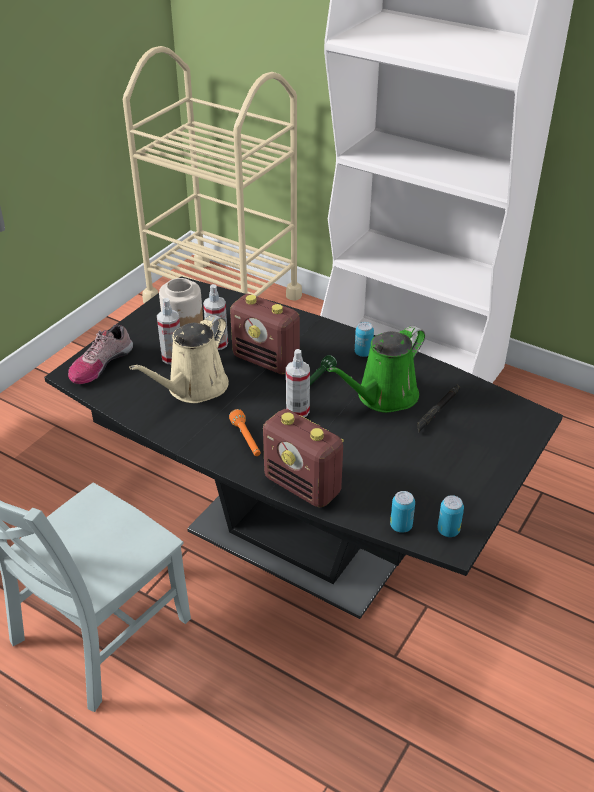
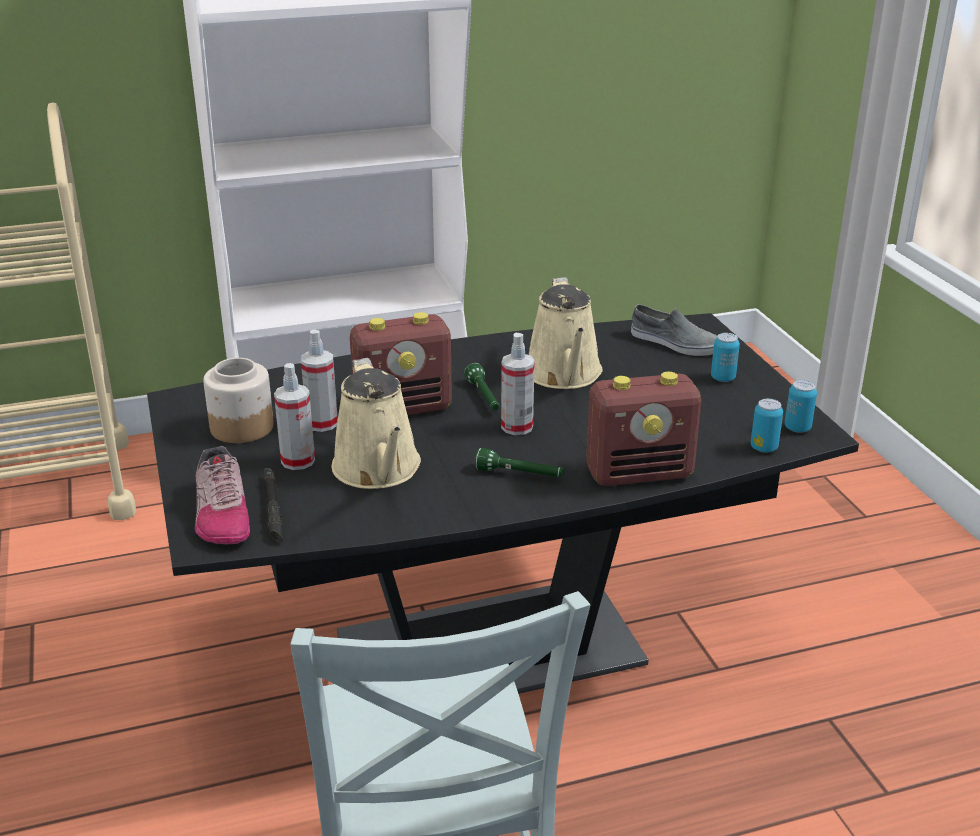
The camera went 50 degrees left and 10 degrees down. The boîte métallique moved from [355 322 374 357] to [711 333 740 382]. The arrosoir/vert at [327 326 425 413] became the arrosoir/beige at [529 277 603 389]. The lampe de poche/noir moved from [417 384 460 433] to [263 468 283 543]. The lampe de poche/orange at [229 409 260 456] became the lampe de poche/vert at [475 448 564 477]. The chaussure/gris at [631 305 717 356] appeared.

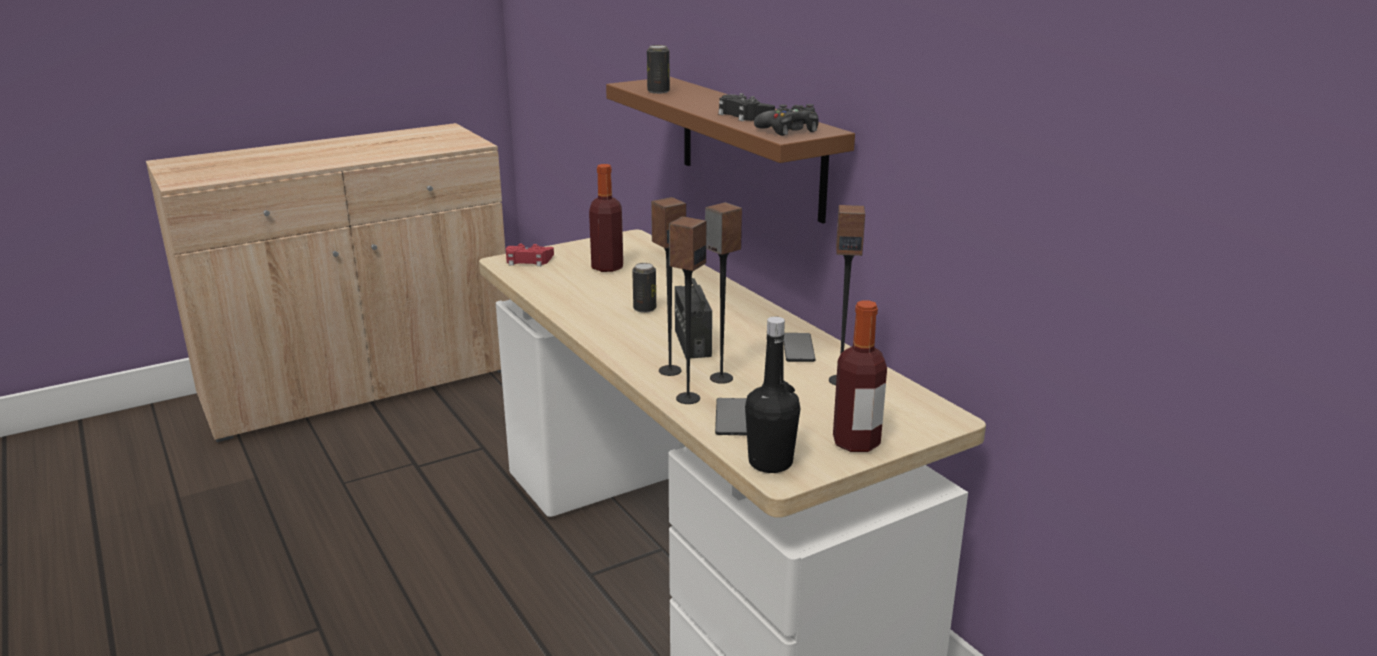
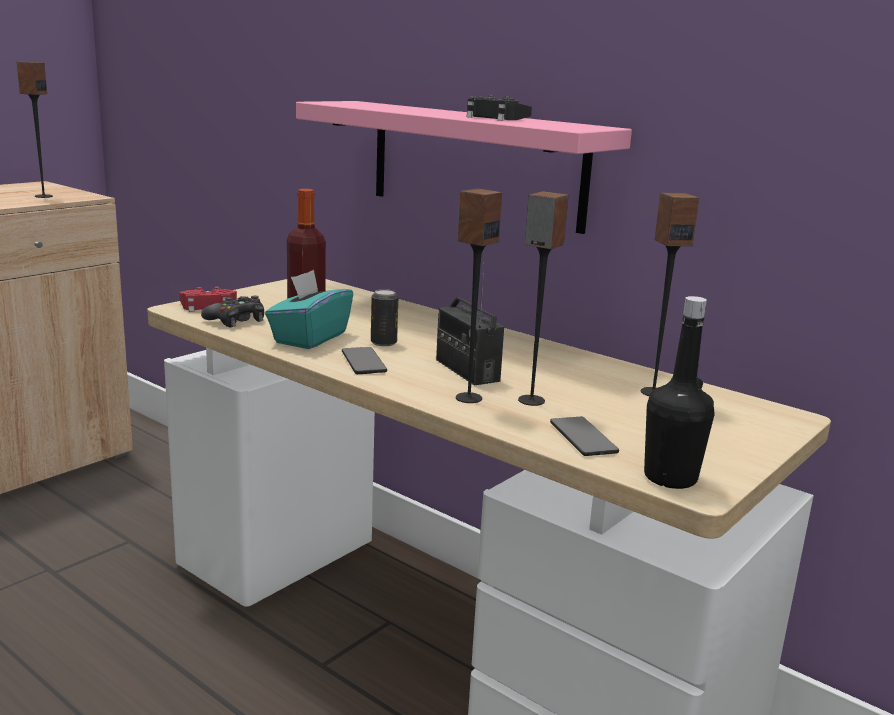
The camera went 20 degrees left and 5 degrees down. The boîte métallique at [647 45 670 94] disappeared. The étagère/marron at [606 77 855 223] became the étagère/rose at [296 101 632 234]. The manette/noir moved from [754 104 819 136] to [201 296 264 327]. The enceinte moved from [669 216 706 404] to [16 61 53 198]. The bouteille at [833 300 887 452] disappeared. The téléphone moved from [783 333 815 362] to [342 347 387 374]. The boîte à mouchoirs/turquoise at [265 270 353 349] appeared.

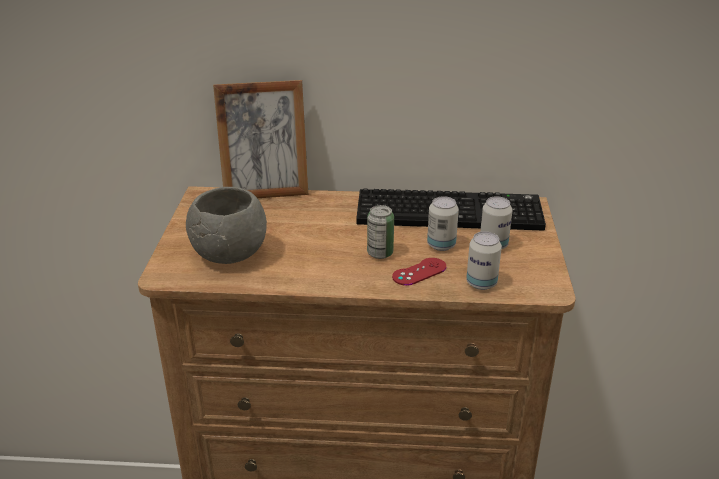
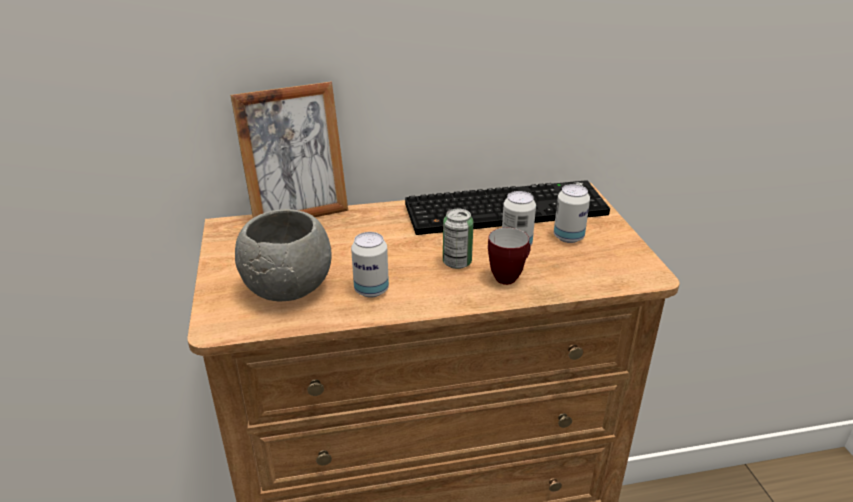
The camera went 15 degrees left and 0 degrees up. The boîte métallique moved from [466 231 502 290] to [351 232 389 298]. The manette/rouge at [392 258 446 286] was replaced by the mug at [488 228 531 285].

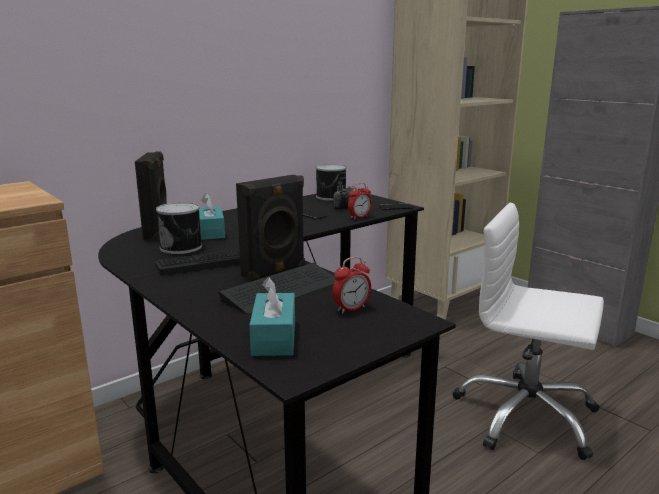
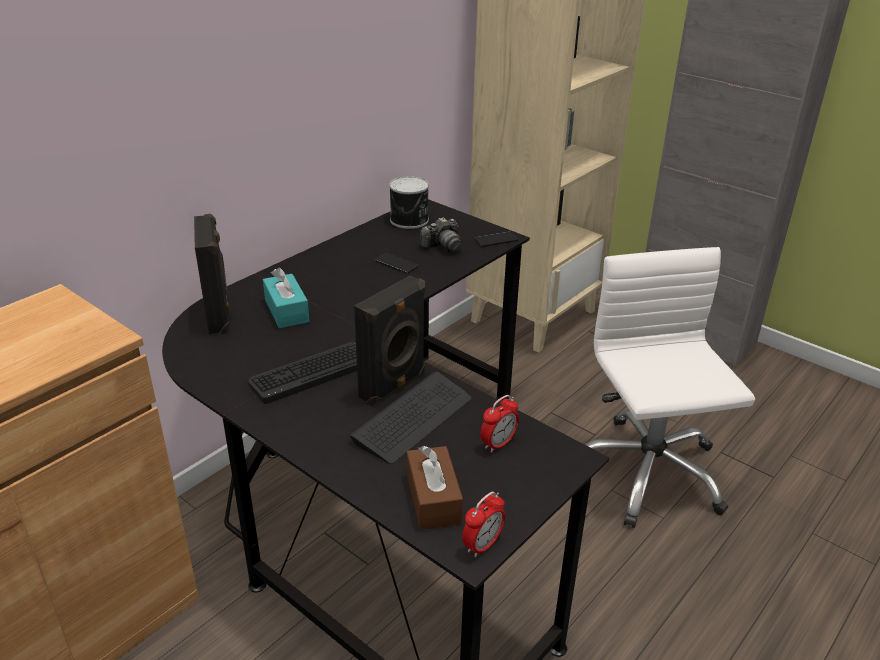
The camera went 10 degrees left and 15 degrees up. The réveil moved from [348 183 372 219] to [462 492 505 558]. The boîte métallique at [156 202 202 254] disappeared. The chaise de bureau/blanc at [452 203 604 460] turned 60 degrees clockwise. The boîte à mouchoirs/turquoise at [249 277 295 356] became the boîte à mouchoirs/marron at [407 446 463 530].

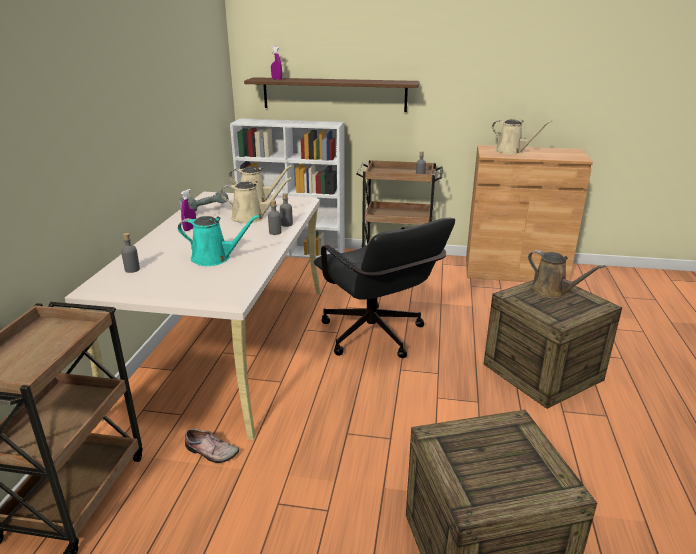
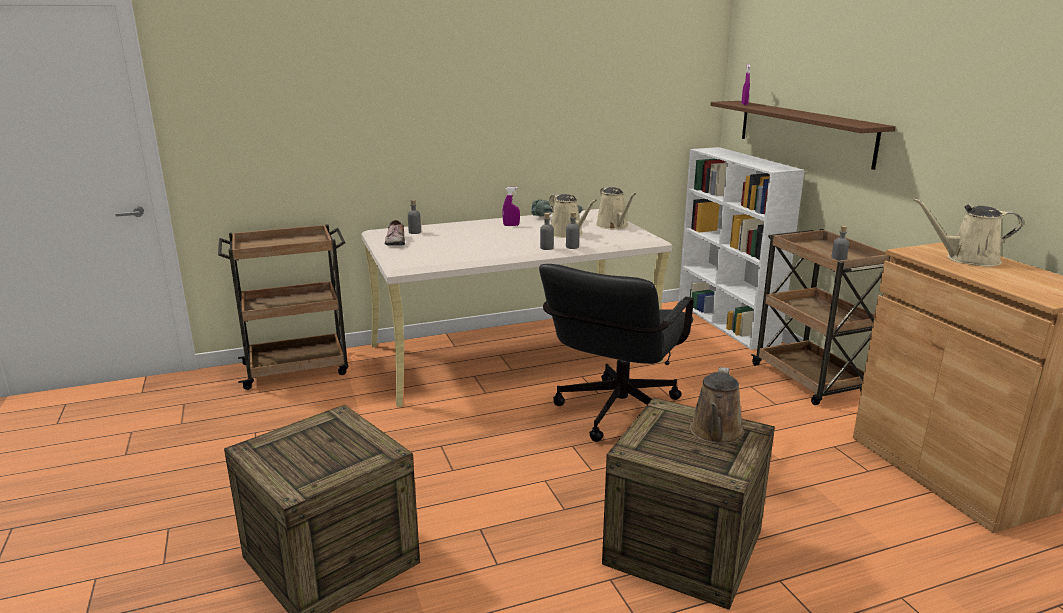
The camera went 60 degrees right and 5 degrees down. The arrosoir/beige at [492 119 552 154] turned 90 degrees clockwise. The arrosoir/turquoise at [178 215 260 266] disappeared. The chaussure moved from [185 429 239 463] to [385 220 405 246].

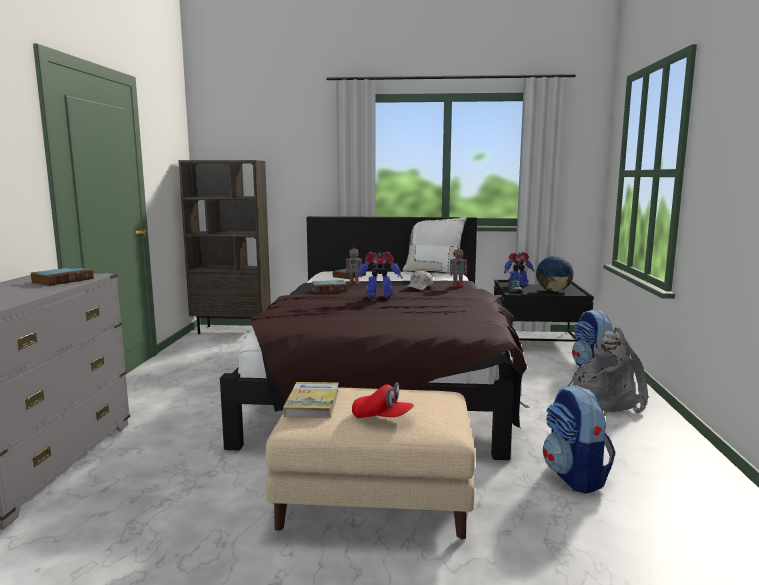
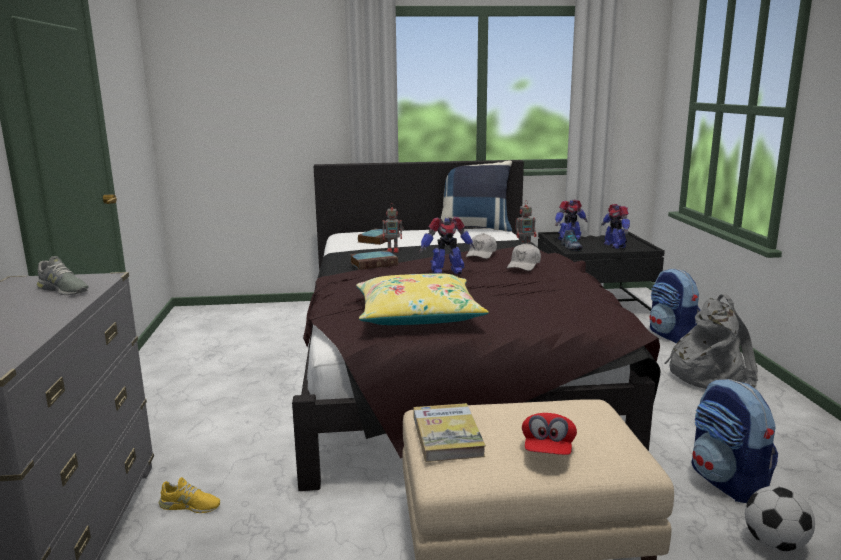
The camera went 10 degrees left and 5 degrees up. The bibliothèque/marron at [179 160 271 334] disappeared. The coussin/blanc at [402 217 467 275] became the coussin/bleu at [441 161 512 232]. The globe at [535 256 574 292] was replaced by the robot jouet at [601 204 630 249]. The livre at [31 267 94 286] was replaced by the chaussure/gris at [37 256 89 295]. The casquette/rouge at [352 382 414 418] turned 90 degrees clockwise. The casquette/blanc at [507 243 541 271] appeared. The coussin/jaune at [356 273 489 325] appeared. The chaussure/jaune at [159 477 220 513] appeared. The ballon de foot at [745 486 815 552] appeared.

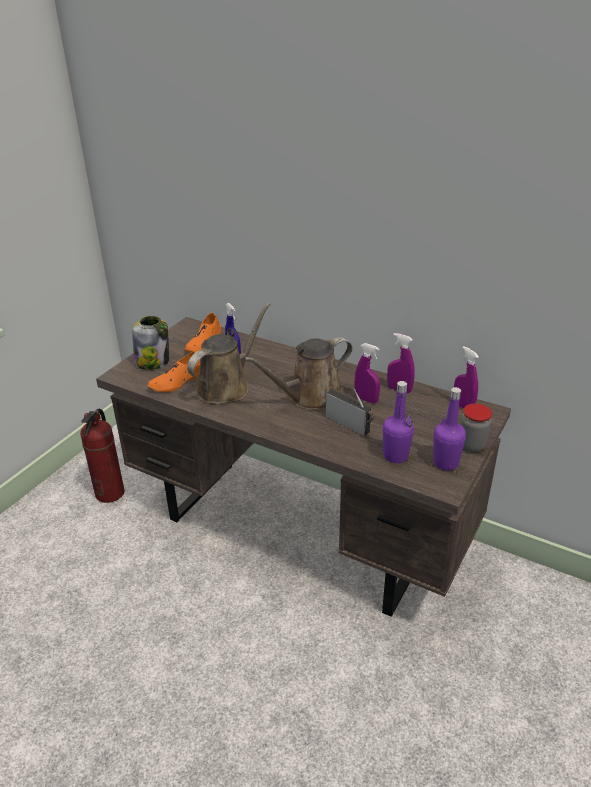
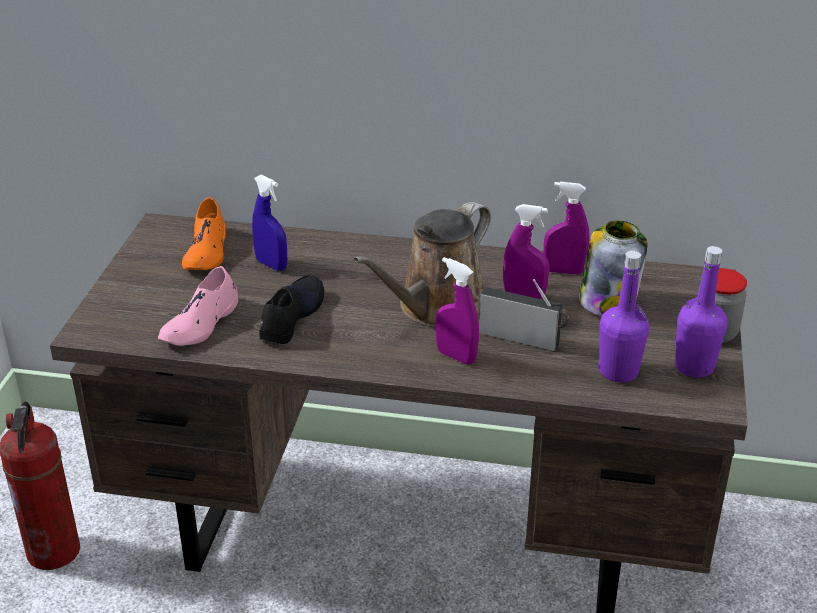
The camera went 20 degrees left and 0 degrees up. The arrosoir/marron at [187 303 271 405] was replaced by the chaussure/noir at [259 275 324 344]. The bocal moved from [132 316 169 370] to [579 221 647 316]. The vaporisateur/violet moved from [454 346 479 409] to [436 257 479 365]. The chaussure/orange at [148 351 200 392] became the chaussure/rose at [158 266 238 346].

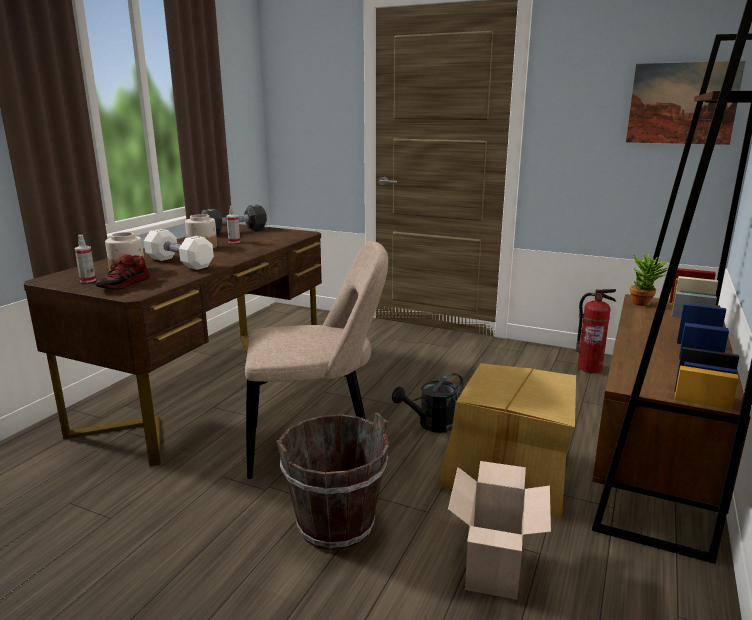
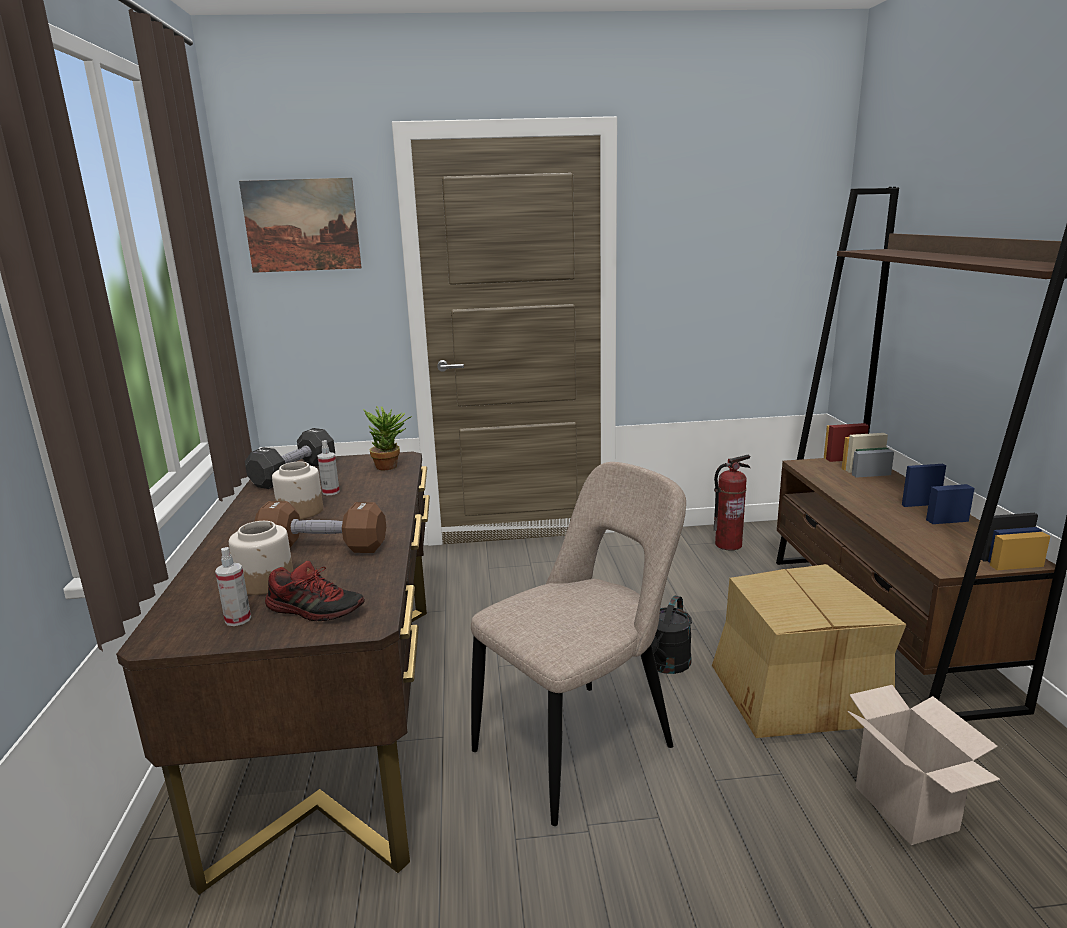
The camera went 30 degrees left and 0 degrees up. The tableau moved from [626 61 745 145] to [239 178 362 273]. The haltère/blanc at [144 229 214 270] became the haltère/marron at [254 501 386 553]. The plante en pot moved from [630 253 668 306] to [363 406 412 470]. The chaussure at [96 254 150 290] turned 60 degrees counterclockwise. The seau/marron at [276 413 389 551] disappeared.

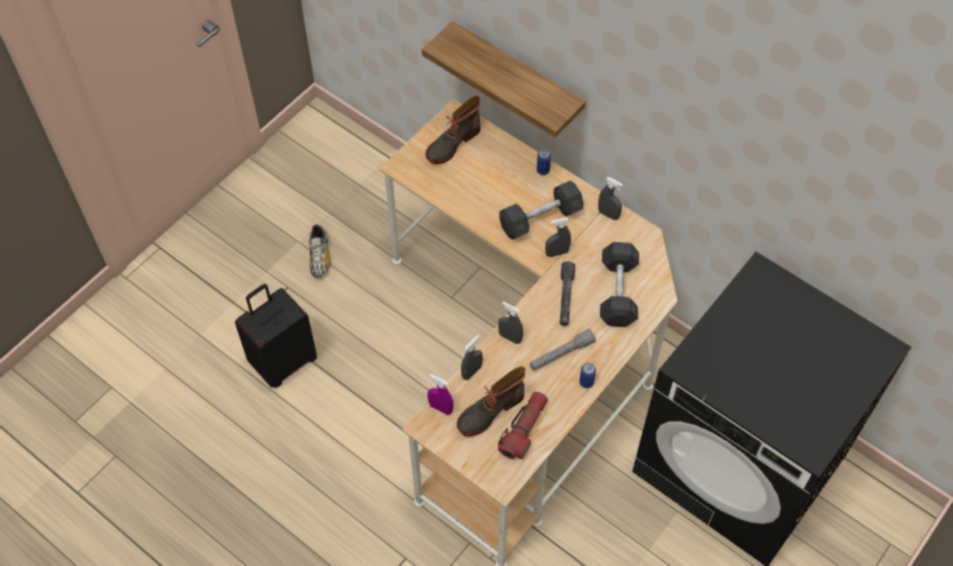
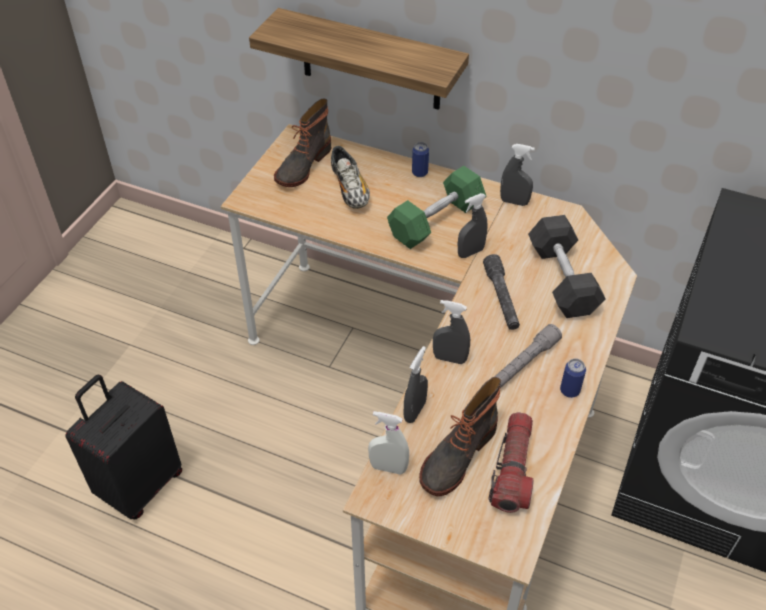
The camera went 15 degrees left and 10 degrees down. The haltère/gris at [499 181 584 240] became the haltère/vert at [387 166 487 249]. The chaussure moved from [309 225 330 278] to [331 146 370 209]. The vaporisateur/violet at [427 374 453 415] became the vaporisateur/blanc at [368 411 409 475].

